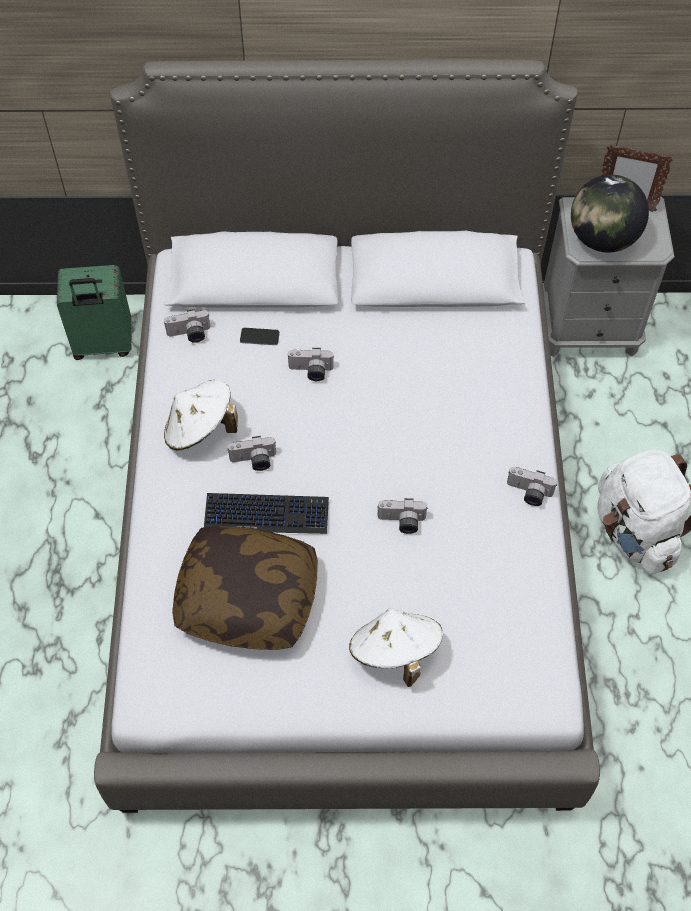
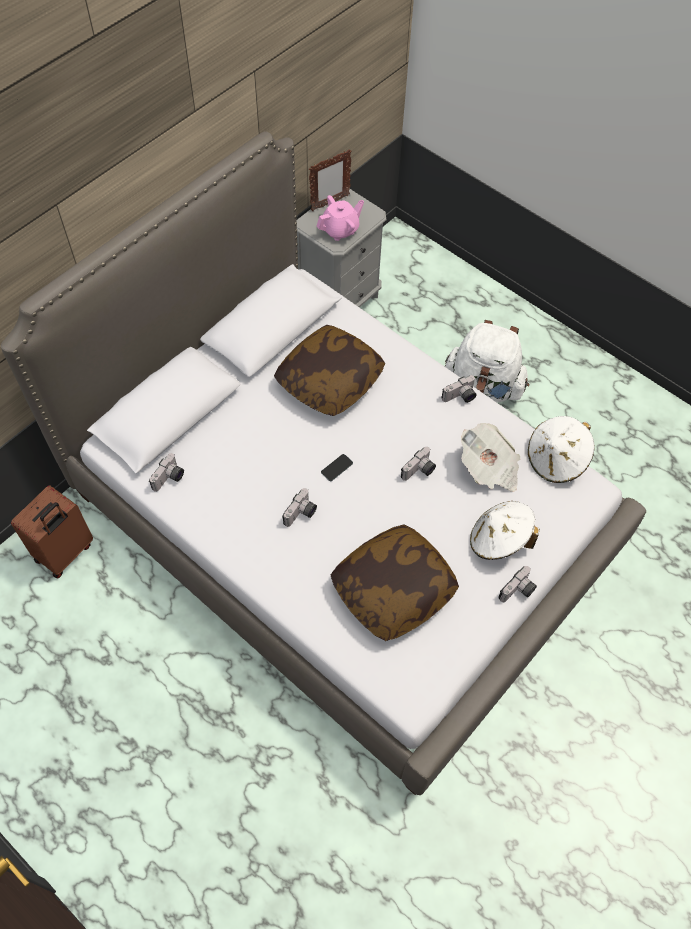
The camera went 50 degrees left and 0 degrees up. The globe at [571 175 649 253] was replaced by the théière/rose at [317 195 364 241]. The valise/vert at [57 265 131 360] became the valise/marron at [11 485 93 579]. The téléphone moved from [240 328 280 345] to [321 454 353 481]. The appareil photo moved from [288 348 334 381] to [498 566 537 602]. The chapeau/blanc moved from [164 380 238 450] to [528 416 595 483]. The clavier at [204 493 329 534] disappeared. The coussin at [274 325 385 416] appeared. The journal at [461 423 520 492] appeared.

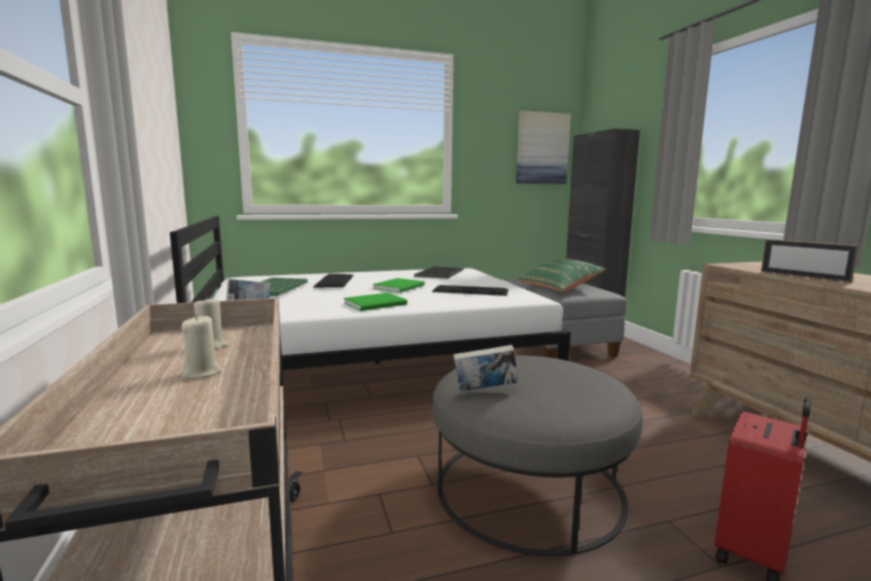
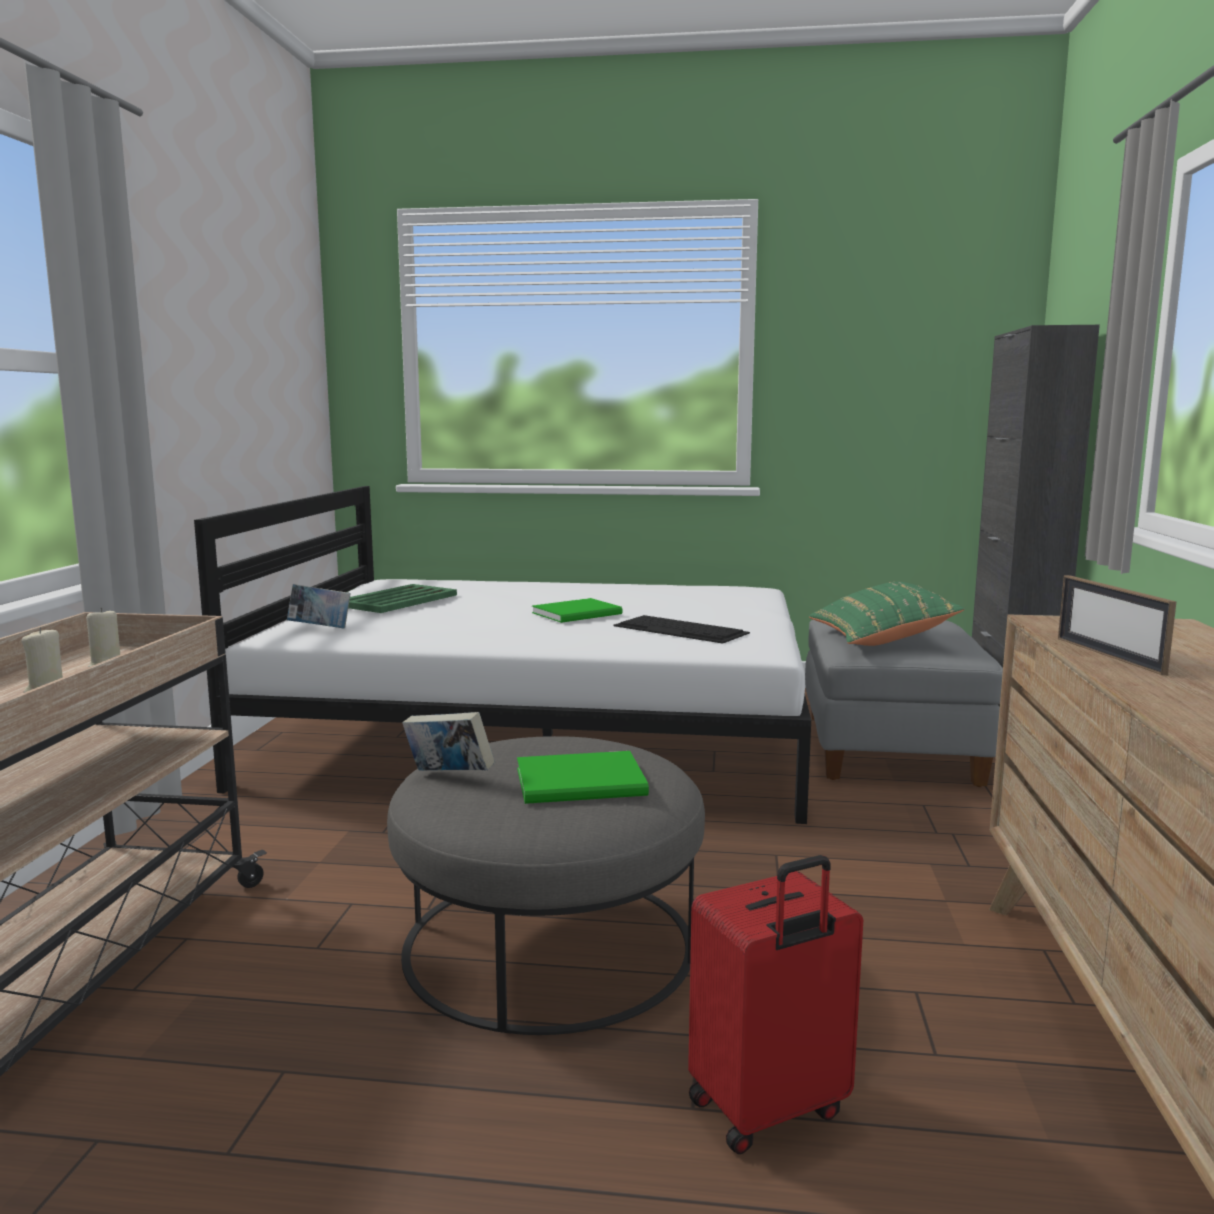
The camera went 25 degrees right and 0 degrees up. The tableau at [516 111 571 184] disappeared. The plateau at [414 266 464 279] disappeared. The clavier at [313 274 354 288] disappeared. The livre/vert moved from [344 293 407 311] to [517 751 649 804].

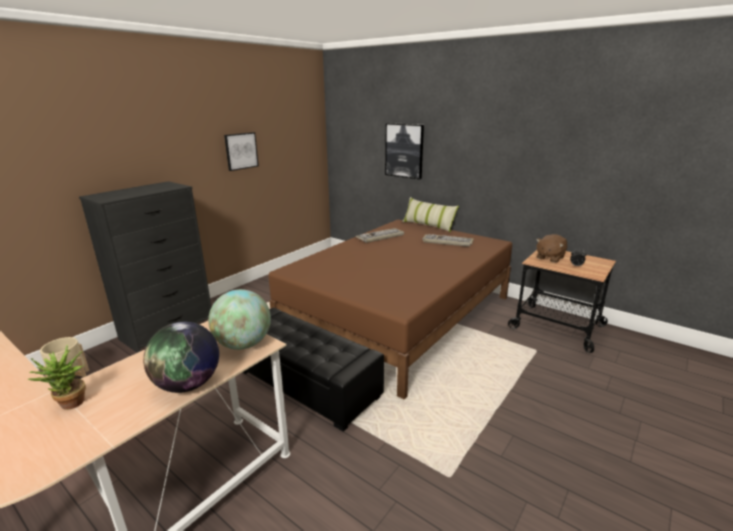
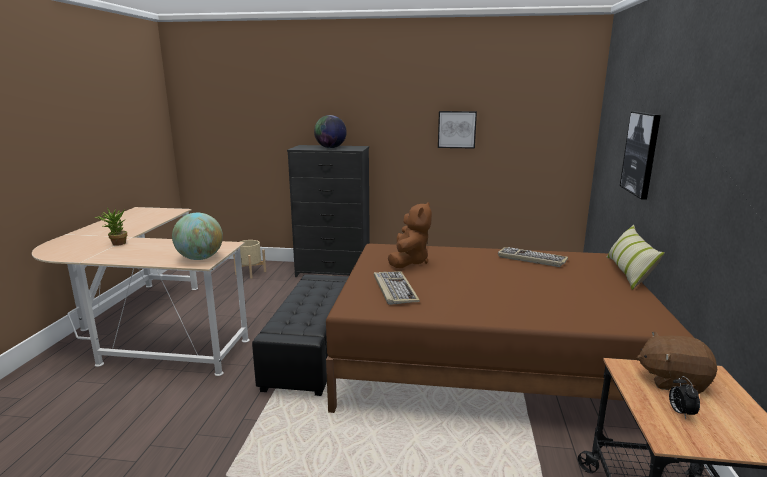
The camera went 60 degrees right and 5 degrees down. The clavier moved from [422 234 474 247] to [374 271 420 305]. The globe moved from [143 322 219 393] to [314 115 347 148]. The peluche/marron at [388 202 432 268] appeared.

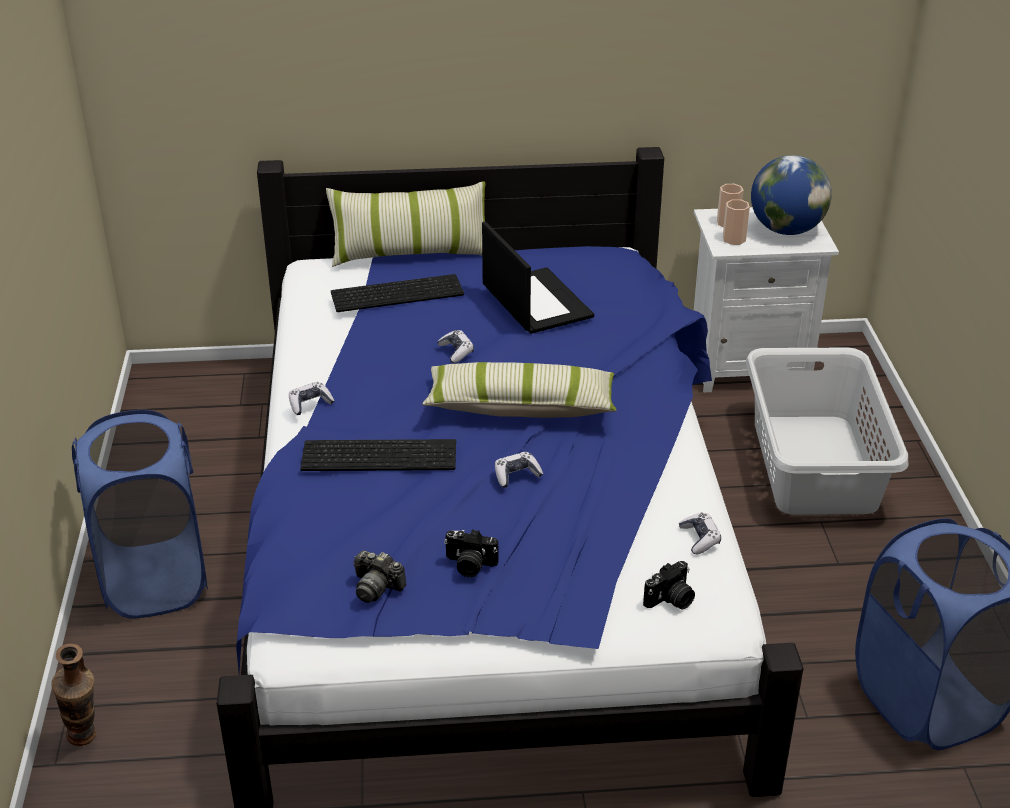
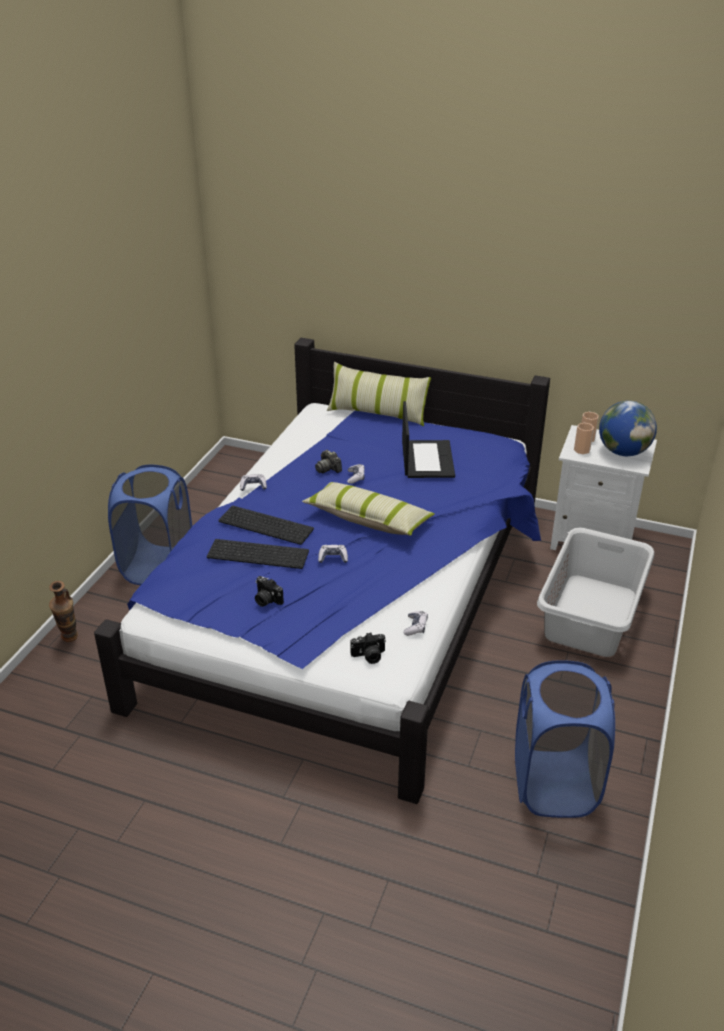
The camera went 25 degrees right and 0 degrees up. The clavier moved from [331 274 464 312] to [207 539 309 569]. The appareil photo moved from [354 550 406 603] to [315 450 342 473].

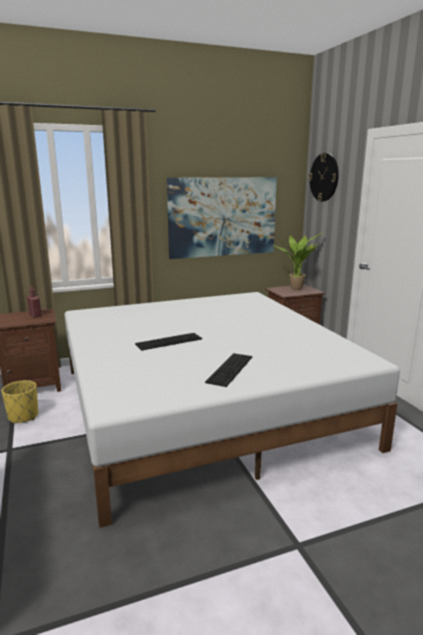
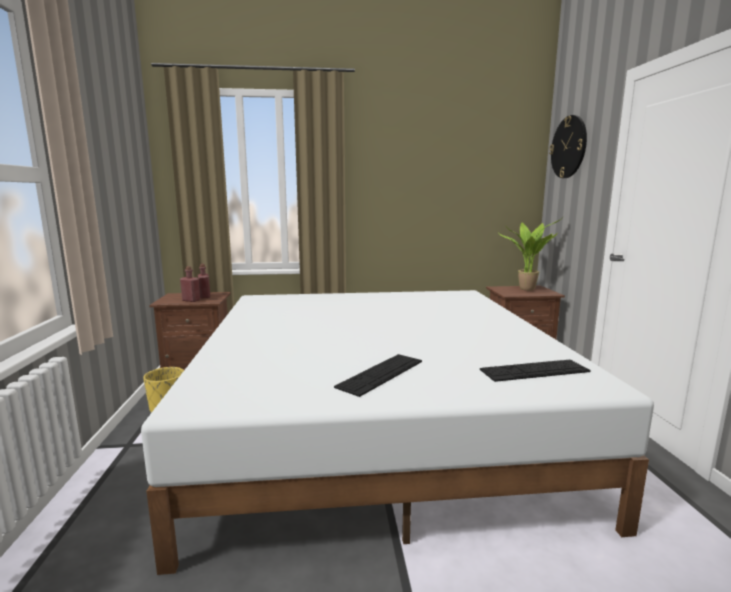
The camera went 15 degrees right and 5 degrees down. The tableau at [167 177 277 259] disappeared. The clavier moved from [135 333 202 351] to [480 359 591 382]. The bouteille/rouge at [180 266 200 302] appeared.

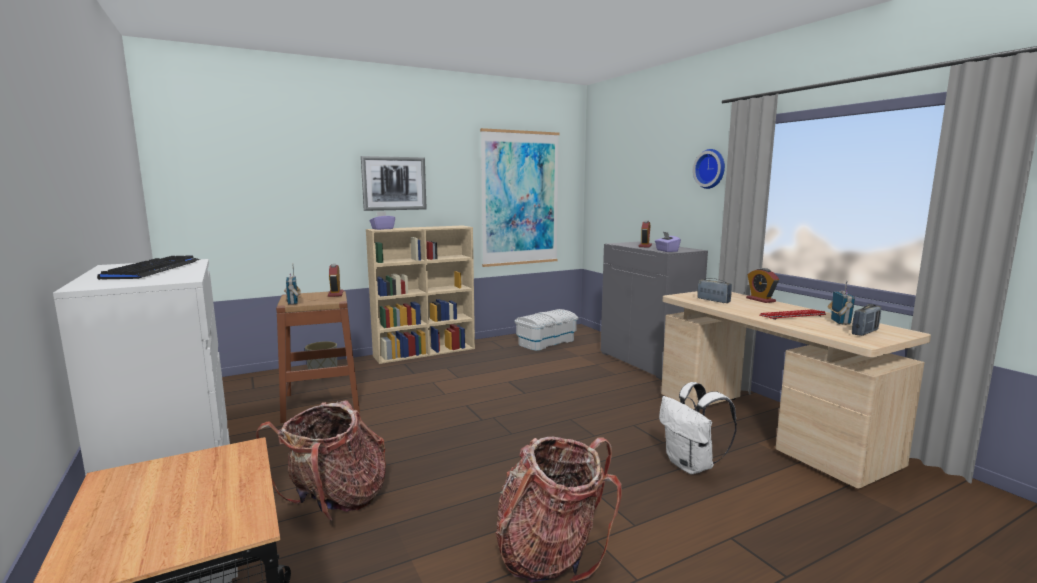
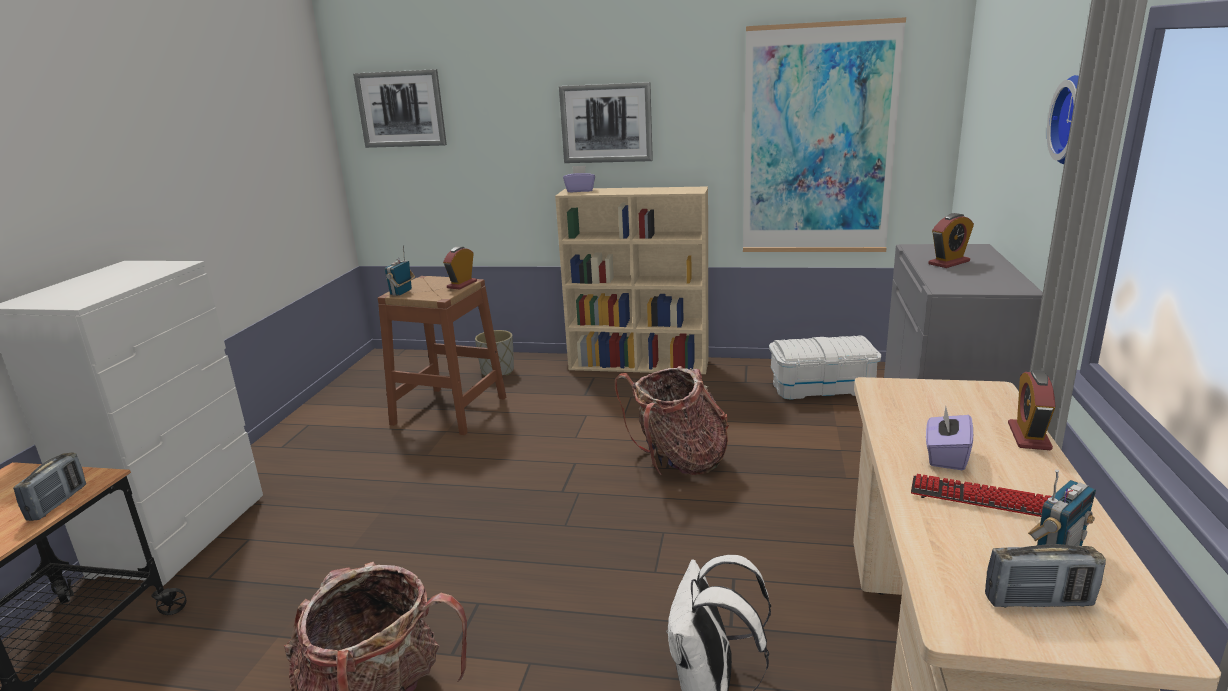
The camera went 40 degrees right and 10 degrees up. The boîte à mouchoirs/violet moved from [655 232 681 252] to [926 406 973 470]. The clavier at [97 256 200 280] disappeared. The radio moved from [698 278 732 303] to [13 452 86 521]. The sac à dos moved from [256 400 386 521] to [615 366 729 476]. The tableau at [353 69 447 148] appeared.

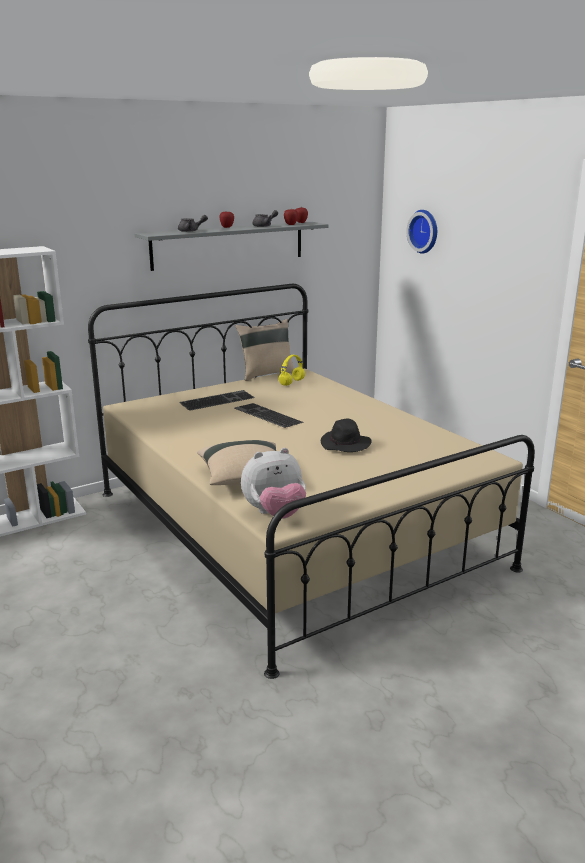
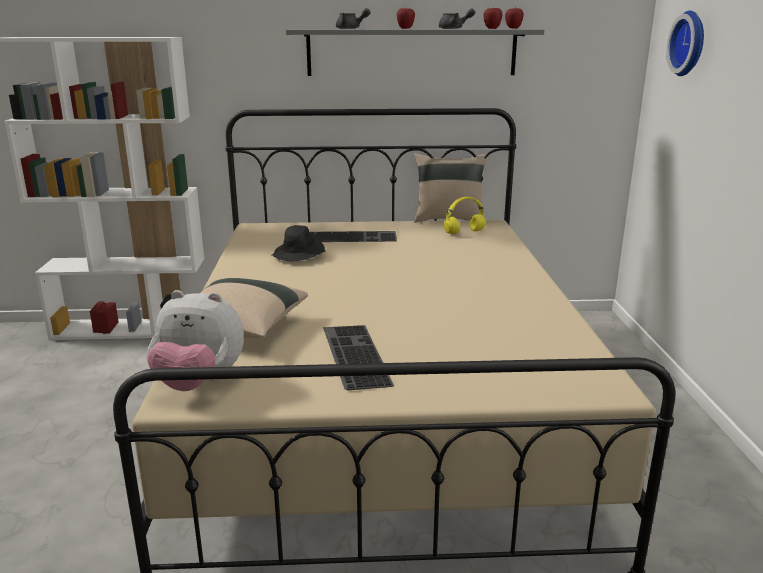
The camera went 30 degrees right and 0 degrees up. The clavier moved from [234 403 303 428] to [323 325 394 390]. The chapeau/noir moved from [321 419 372 452] to [272 225 325 261].

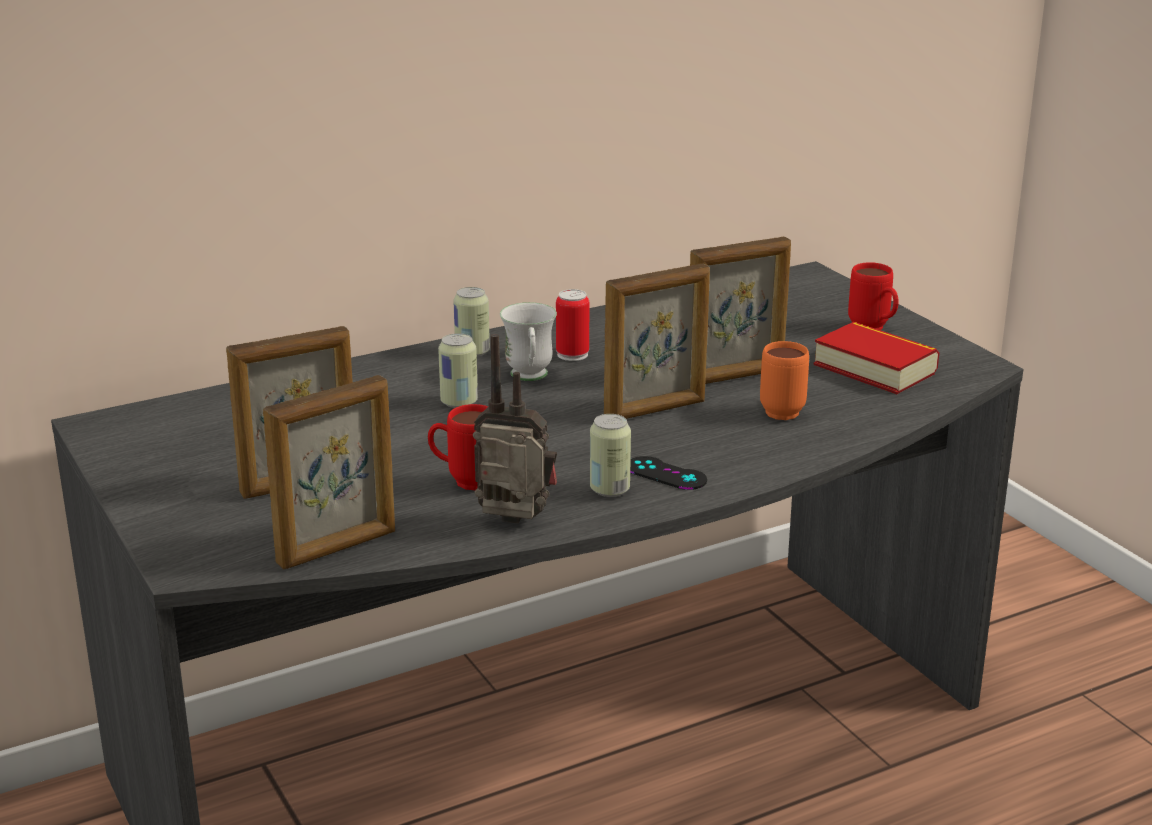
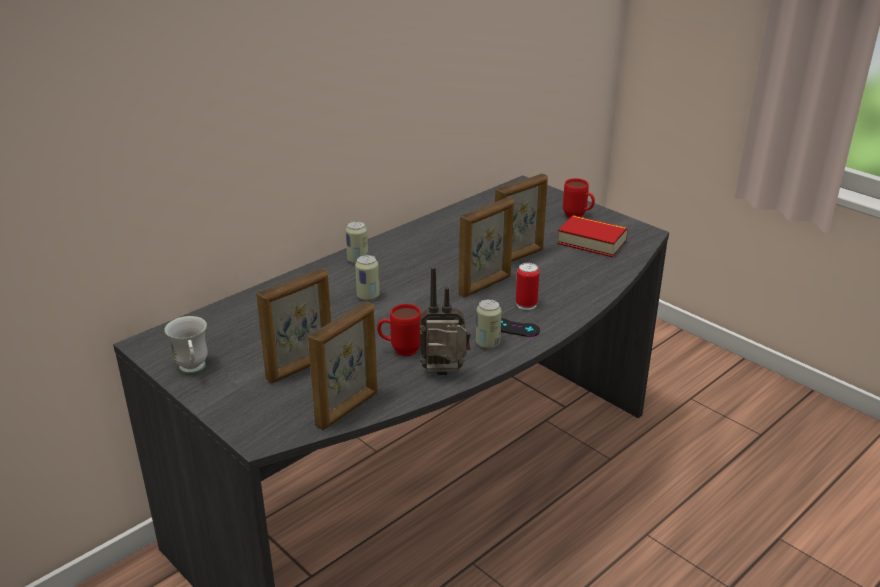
The camera went 15 degrees left and 5 degrees up. The boîte métallique moved from [556 289 589 361] to [516 263 539 310]. The mug/blanc moved from [500 302 557 381] to [164 316 208 374]. The mug/orange at [760 341 809 420] disappeared.

